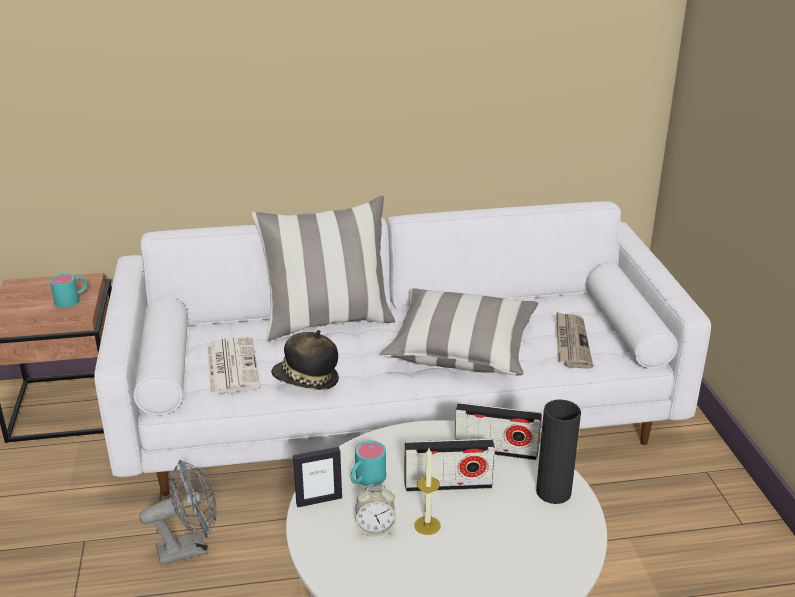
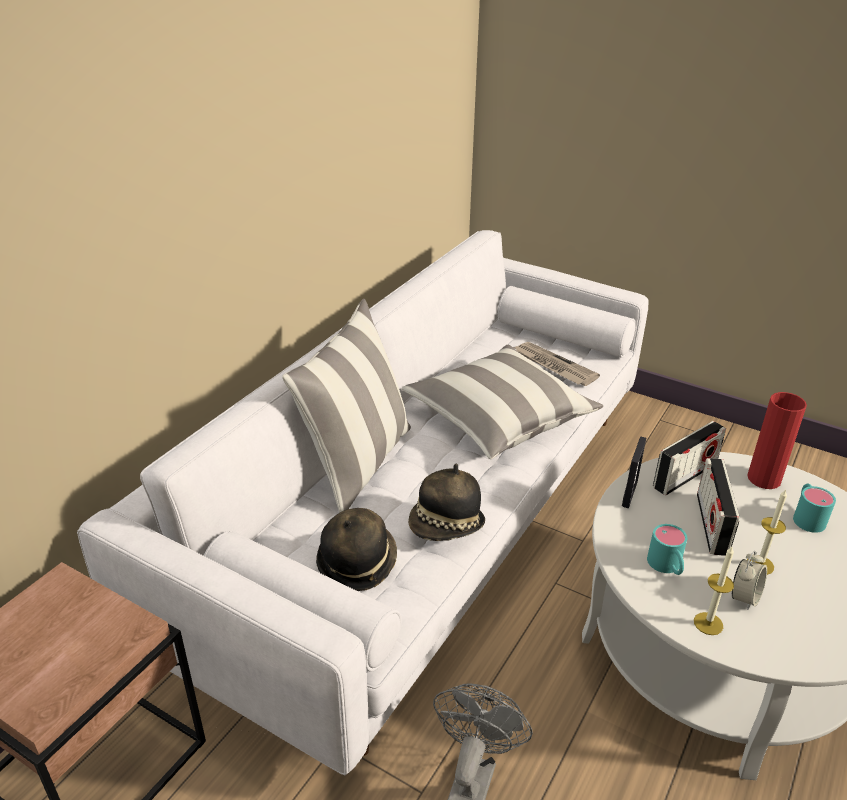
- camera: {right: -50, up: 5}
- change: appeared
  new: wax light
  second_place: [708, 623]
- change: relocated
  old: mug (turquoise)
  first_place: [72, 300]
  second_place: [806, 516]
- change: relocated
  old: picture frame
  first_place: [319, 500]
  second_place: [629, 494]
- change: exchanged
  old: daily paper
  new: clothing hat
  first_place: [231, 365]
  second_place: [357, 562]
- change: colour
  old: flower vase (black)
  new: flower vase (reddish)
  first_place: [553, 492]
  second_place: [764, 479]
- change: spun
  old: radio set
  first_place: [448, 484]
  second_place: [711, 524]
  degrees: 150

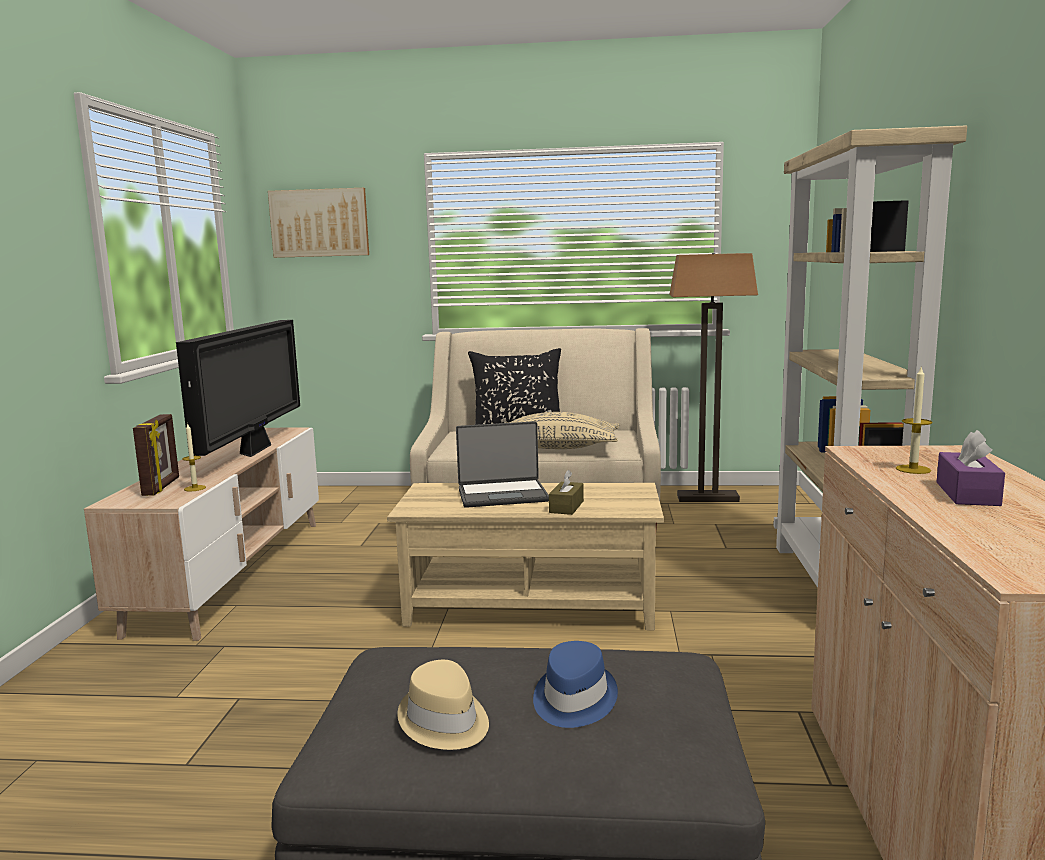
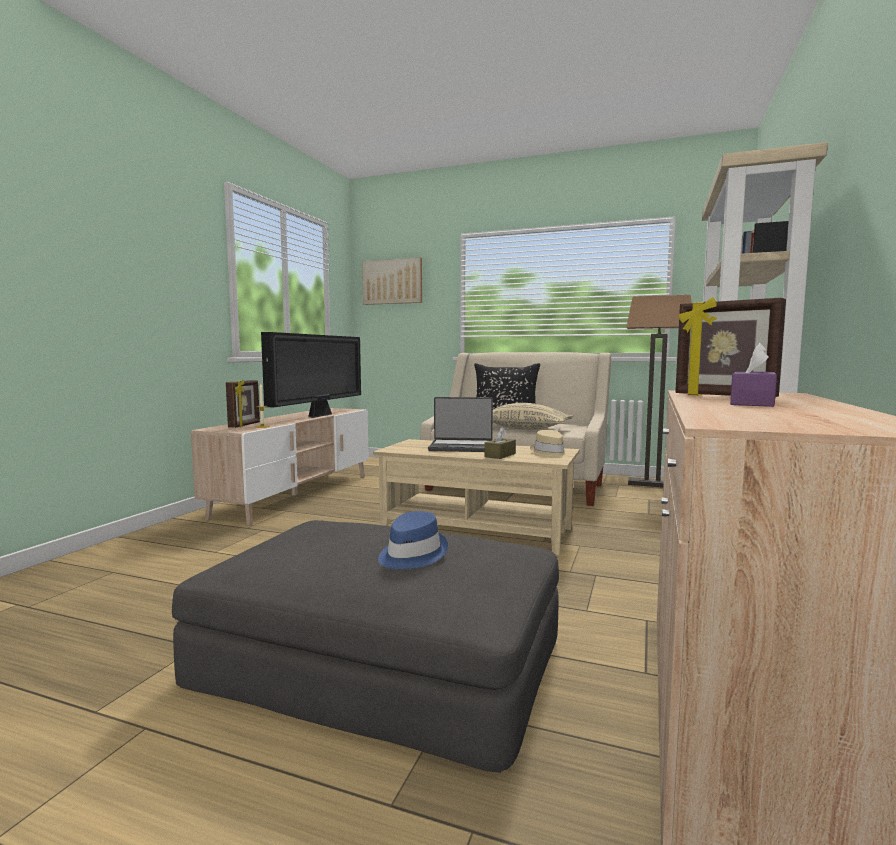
- camera: {right: 15, up: -5}
- change: relocated
  old: clothing hat (beige-coloured)
  first_place: [444, 722]
  second_place: [550, 453]
- change: exchanged
  old: wax light
  new: picture frame
  first_place: [913, 469]
  second_place: [723, 396]

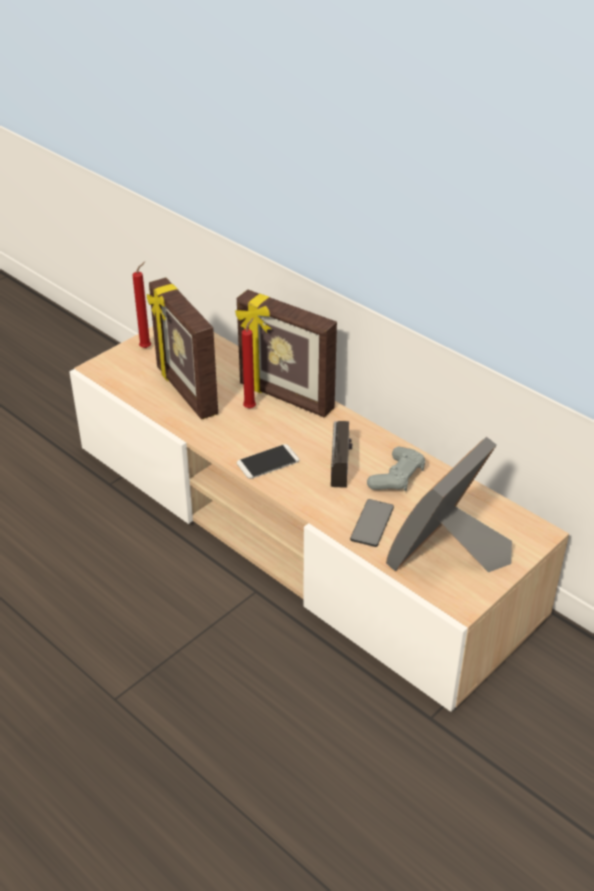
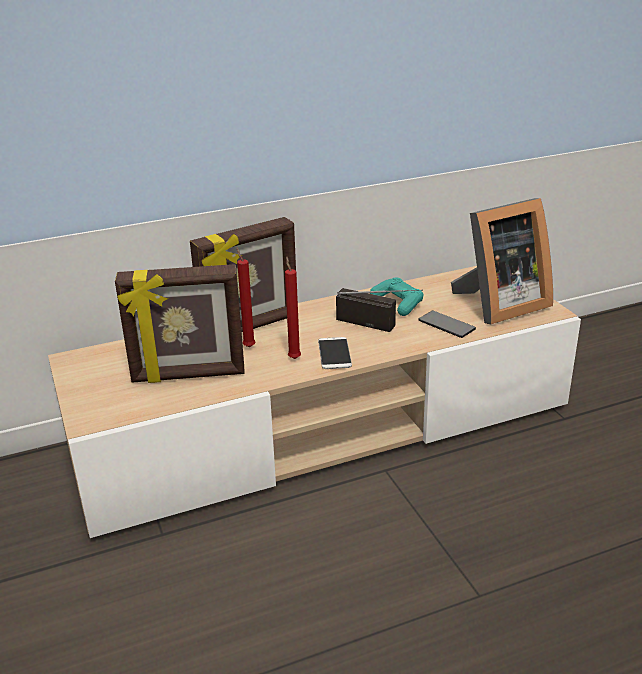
- camera: {right: -65, up: -10}
- change: relocated
  old: wax light (reddish)
  first_place: [147, 347]
  second_place: [294, 357]
- change: colour
  old: joypad (gray)
  new: joypad (turquoise)
  first_place: [397, 477]
  second_place: [398, 303]
- change: spun
  old: picture frame
  first_place: [447, 555]
  second_place: [498, 305]
  degrees: -90

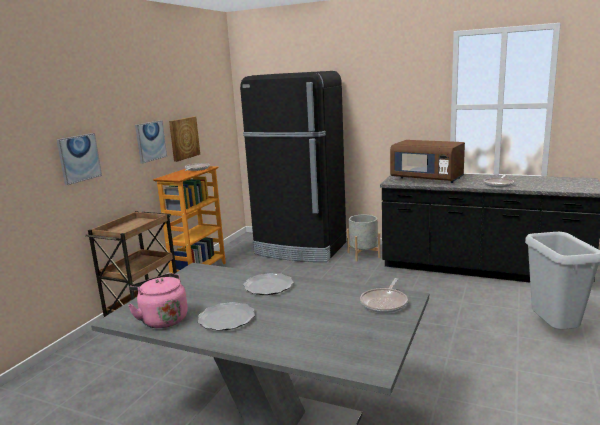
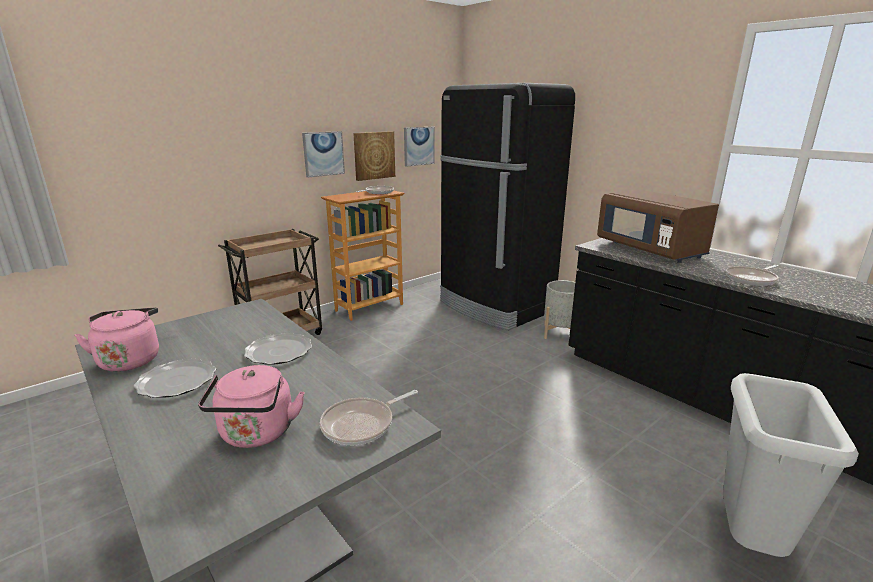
- camera: {right: 25, up: 5}
- change: appeared
  new: kettle (pink-coloured)
  second_place: [257, 434]
- change: relocated
  old: picture
  first_place: [79, 158]
  second_place: [418, 146]

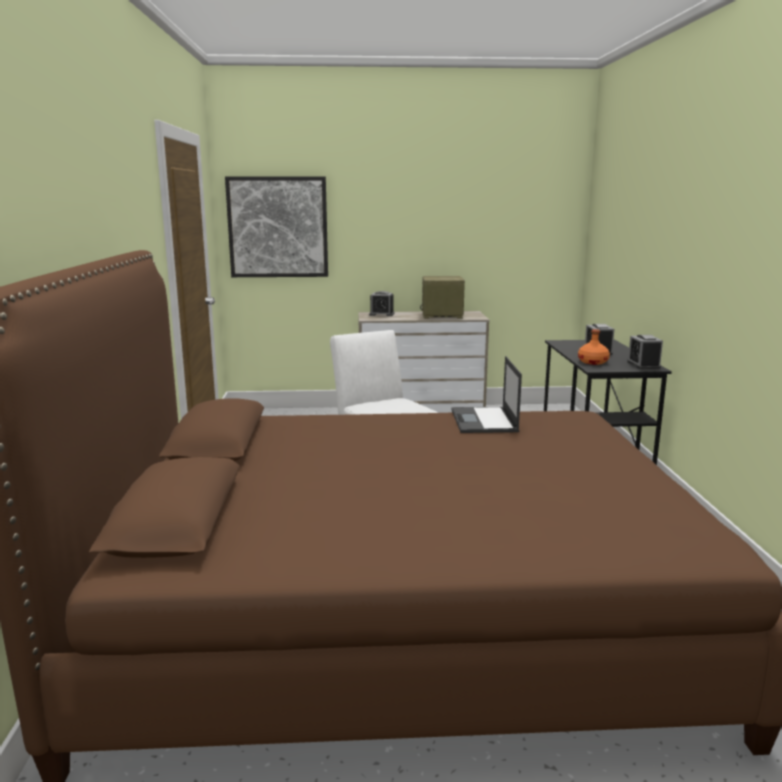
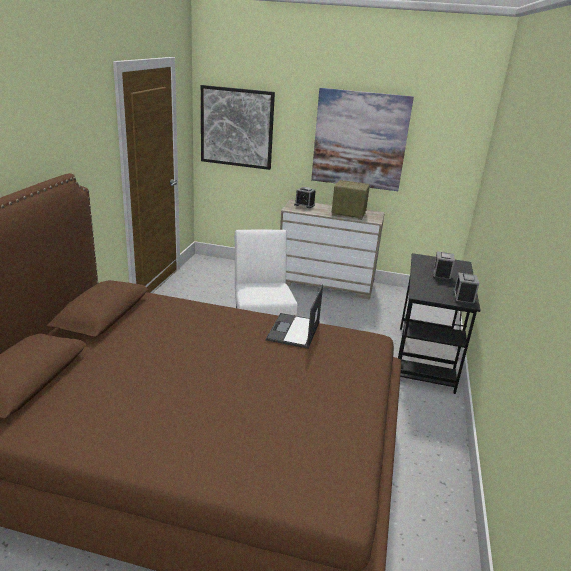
- camera: {right: 15, up: 10}
- change: missing
  old: bottle (orange)
  first_place: [593, 362]
- change: appeared
  new: picture
  second_place: [360, 140]

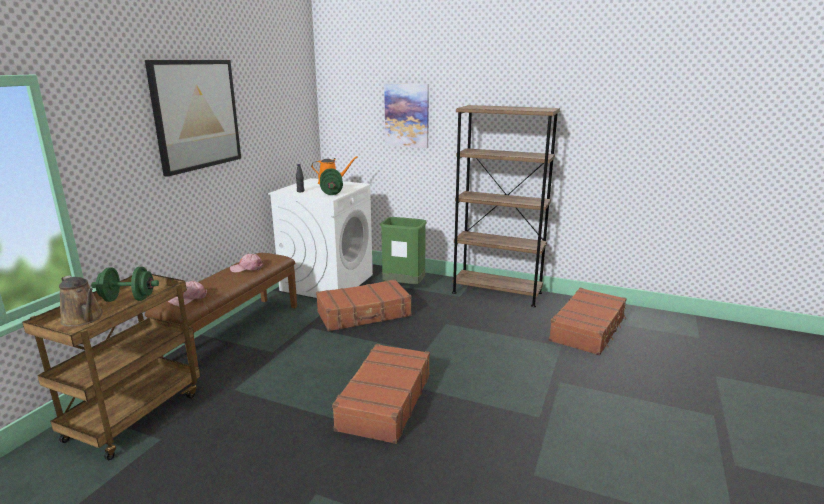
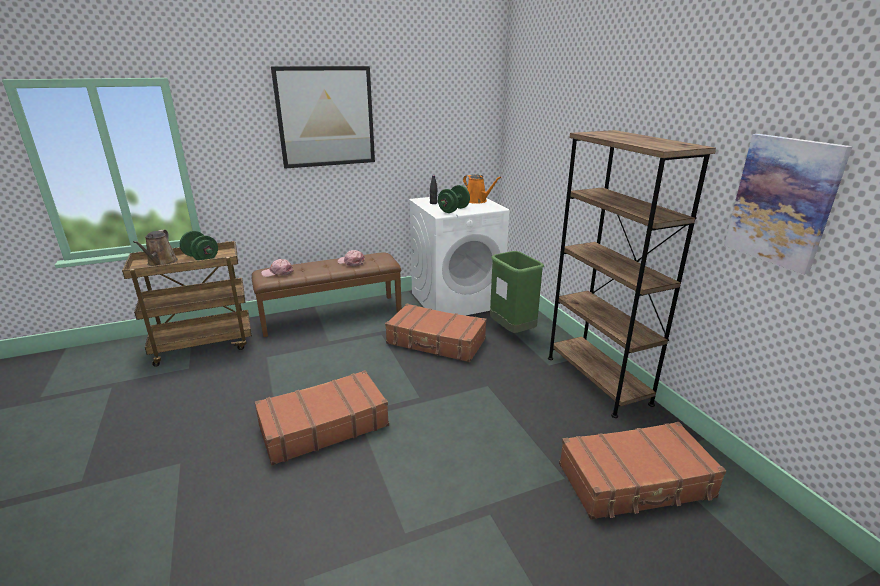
- camera: {right: 45, up: 5}
- change: relocated
  old: picture
  first_place: [407, 115]
  second_place: [782, 201]

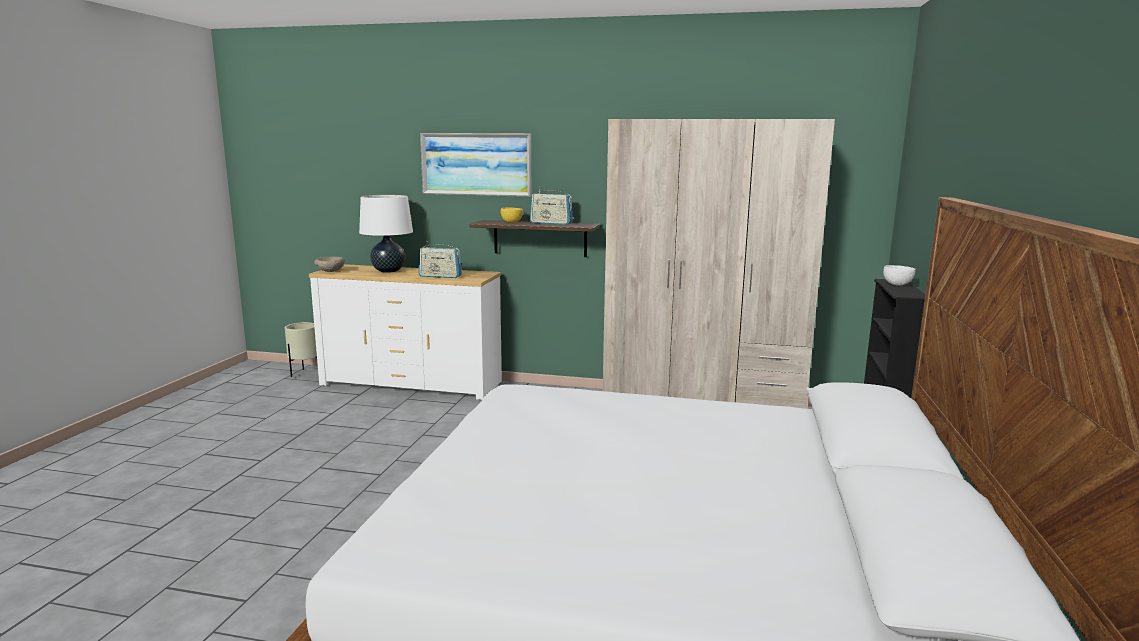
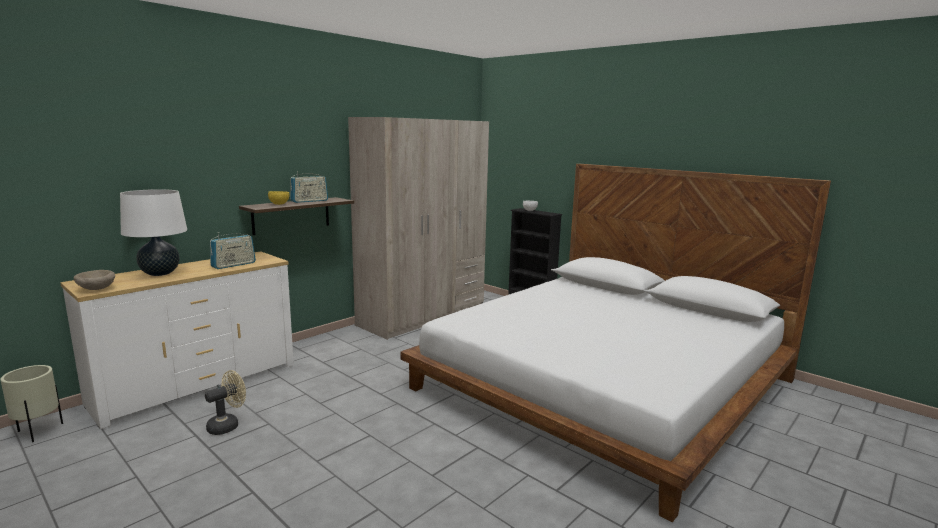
- camera: {right: -60, up: 0}
- change: missing
  old: picture
  first_place: [476, 164]
- change: appeared
  new: electric fan (beige-coloured)
  second_place: [228, 425]

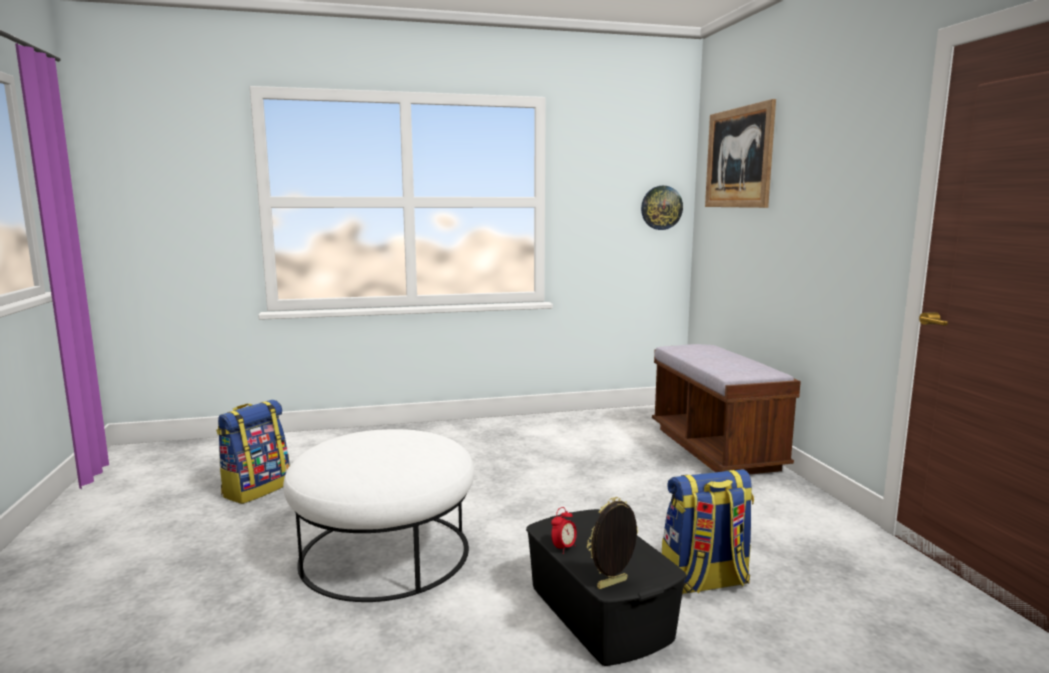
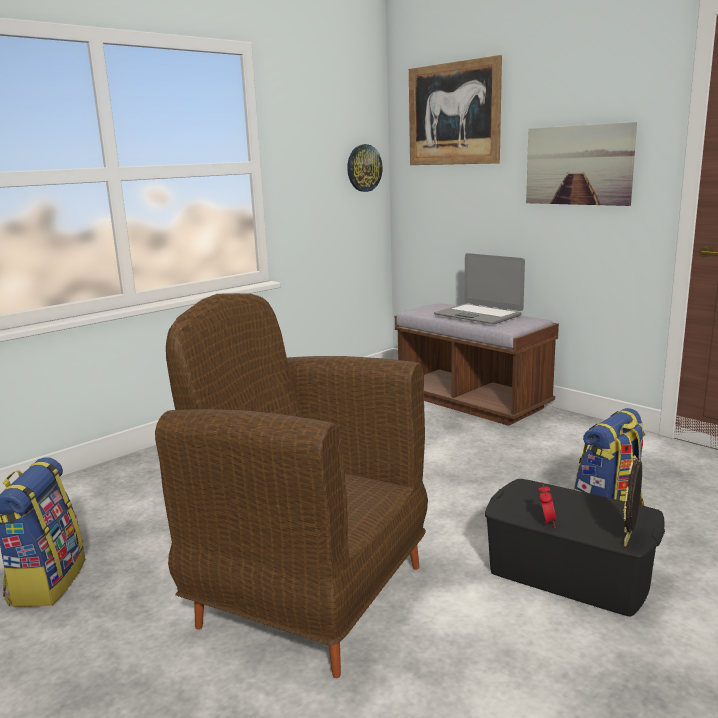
- camera: {right: -30, up: 5}
- change: appeared
  new: portable computer
  second_place: [478, 315]
- change: appeared
  new: picture
  second_place: [578, 165]
- change: exchanged
  old: pouffe (whitish)
  new: easy chair (brown)
  first_place: [385, 552]
  second_place: [309, 595]

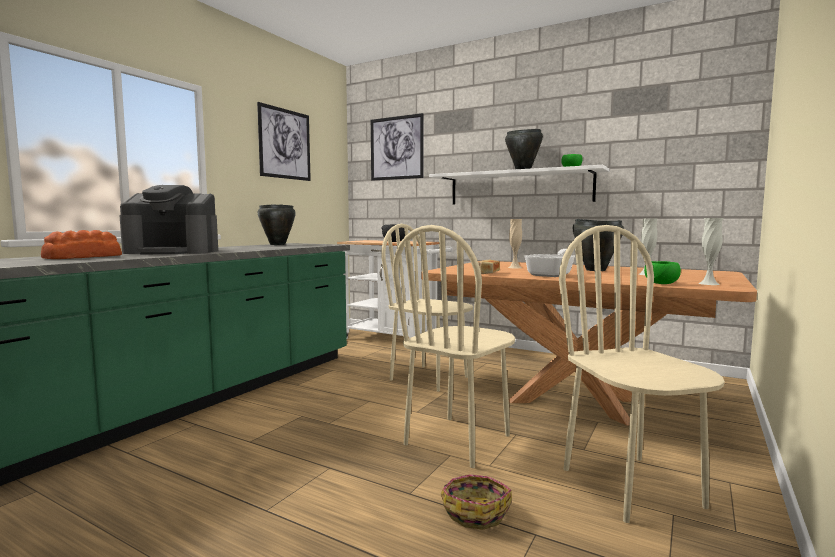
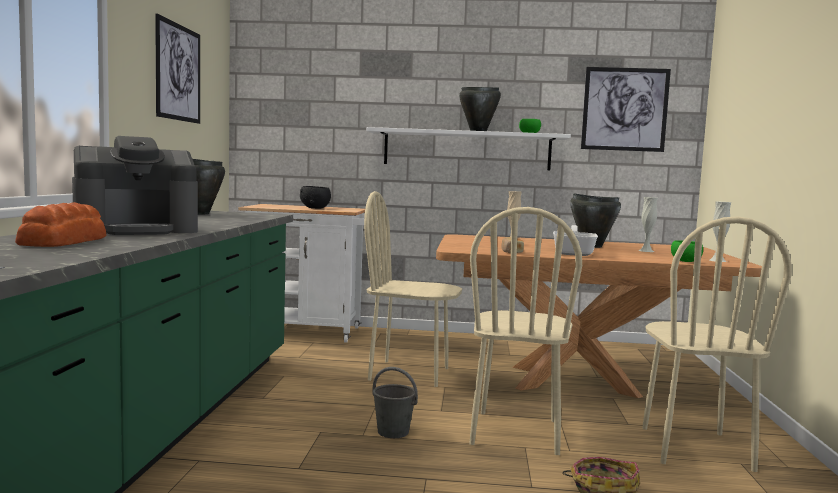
- camera: {right: -25, up: 0}
- change: appeared
  new: water bucket (gray)
  second_place: [393, 432]
- change: relocated
  old: picture
  first_place: [396, 148]
  second_place: [624, 109]
- change: spun
  old: upright chair (beige-coloured)
  first_place: [632, 487]
  second_place: [694, 448]
  degrees: -135

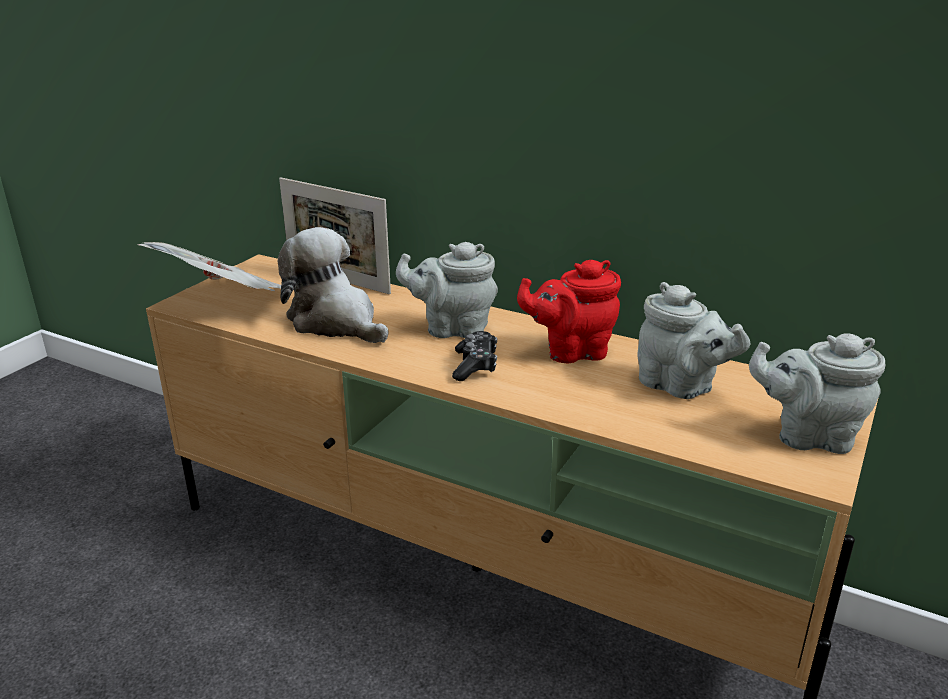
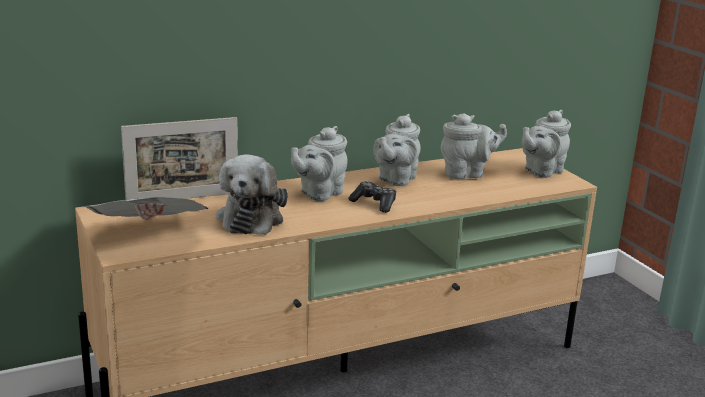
- camera: {right: -55, up: -5}
- change: colour
  old: teapot (reddish)
  new: teapot (gray)
  first_place: [571, 351]
  second_place: [395, 180]
- change: spun
  old: cuddly toy
  first_place: [336, 322]
  second_place: [251, 217]
  degrees: -75

